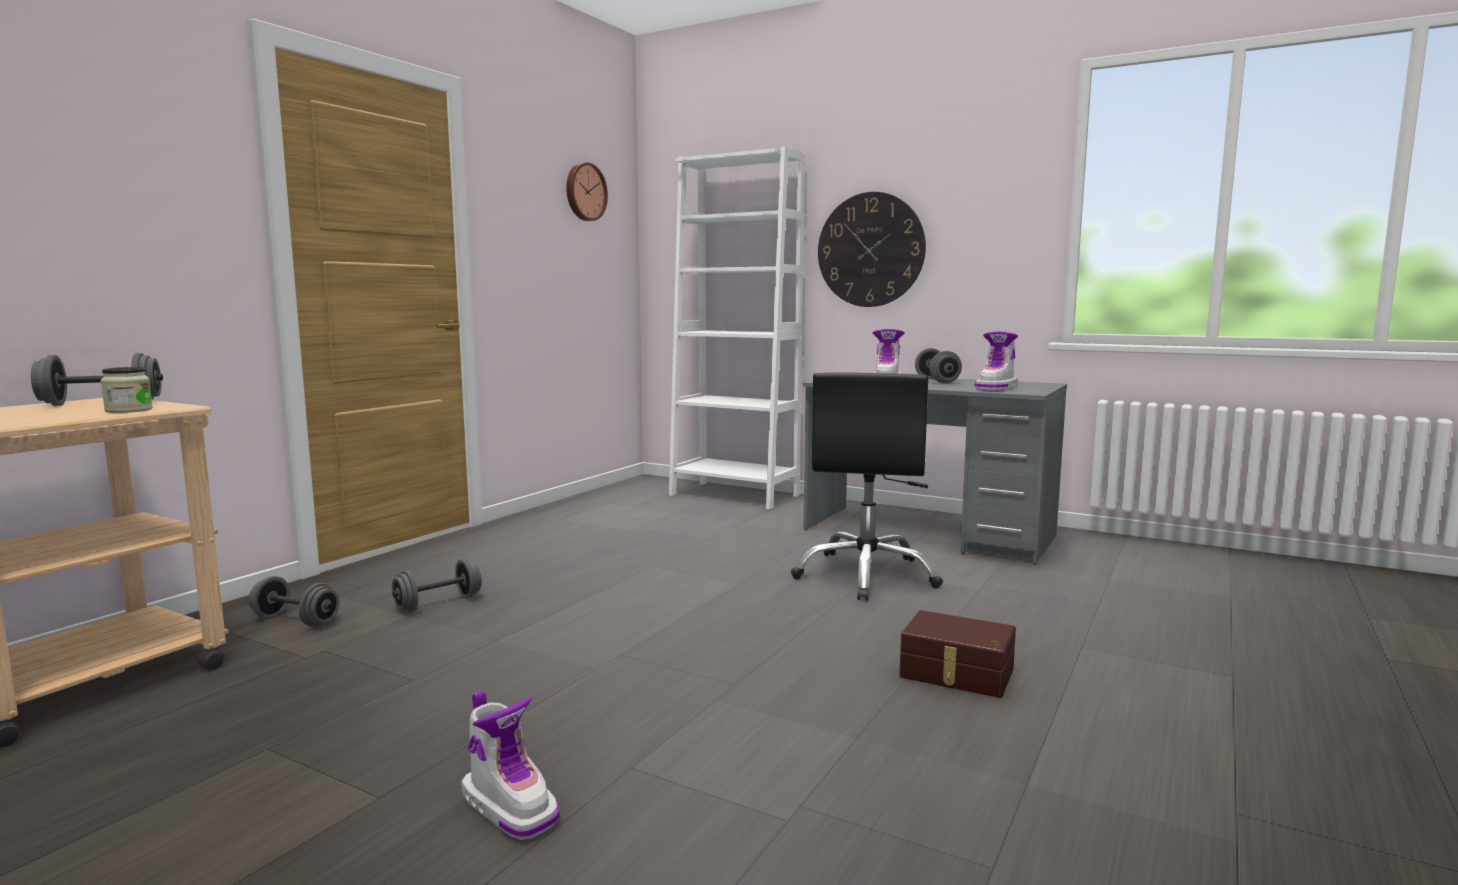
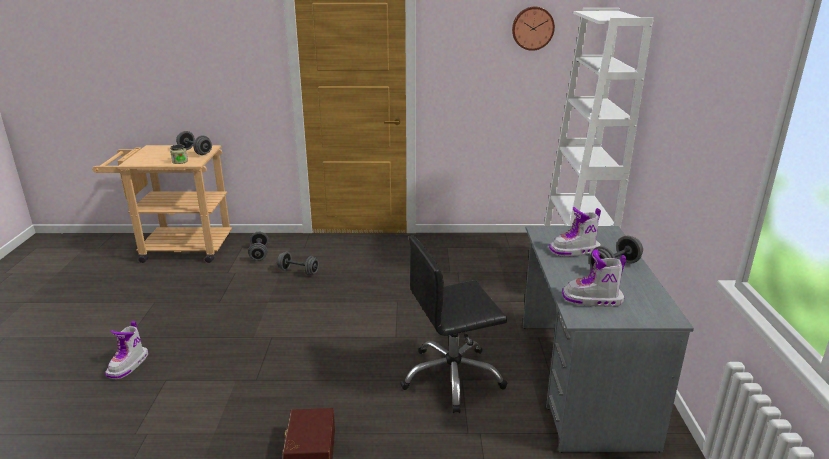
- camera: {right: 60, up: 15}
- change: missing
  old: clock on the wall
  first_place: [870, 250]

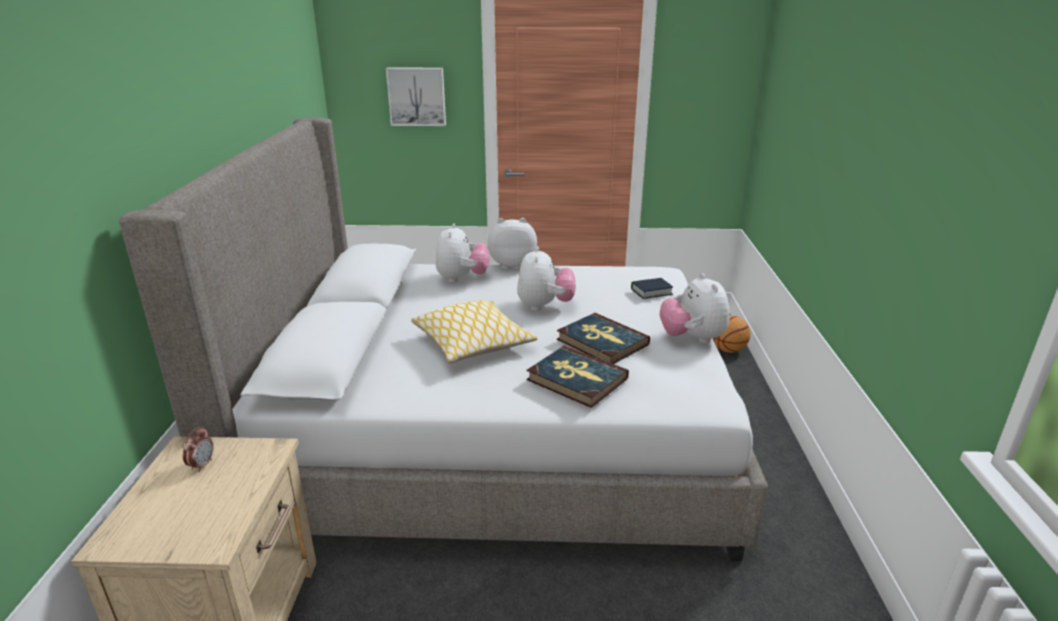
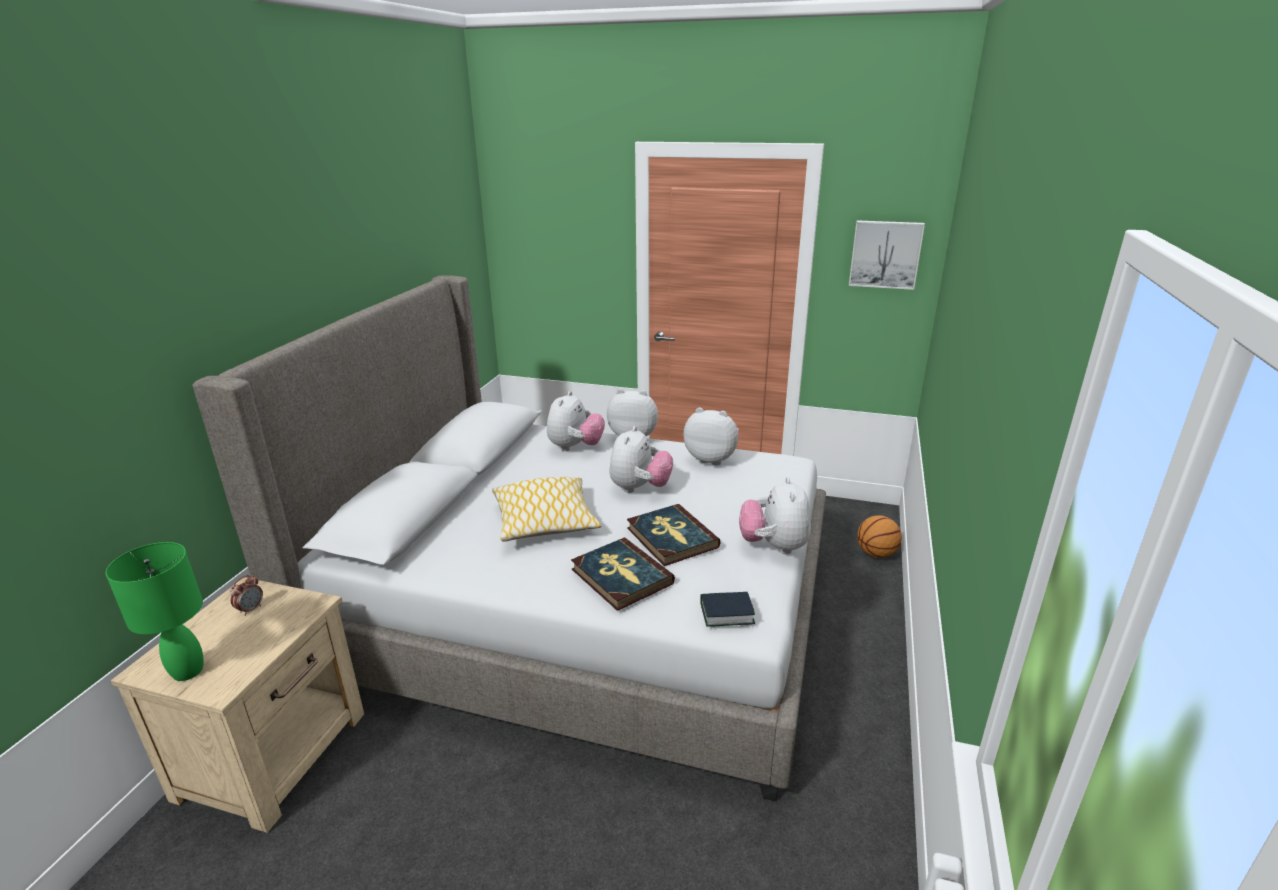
- camera: {right: 15, up: 0}
- change: appeared
  new: table lamp (green)
  second_place: [189, 671]
- change: appeared
  new: cuddly toy
  second_place: [711, 458]
- change: relocated
  old: picture
  first_place: [417, 96]
  second_place: [885, 254]
- change: relocated
  old: book
  first_place: [651, 292]
  second_place: [726, 613]

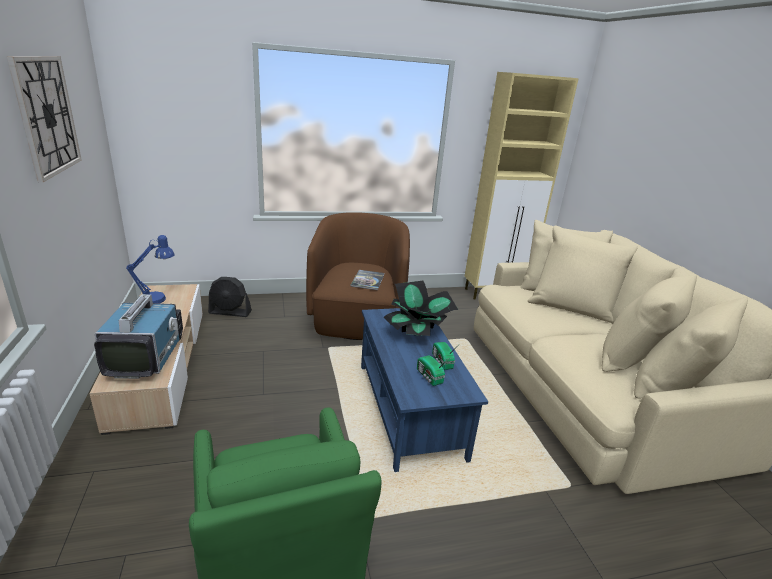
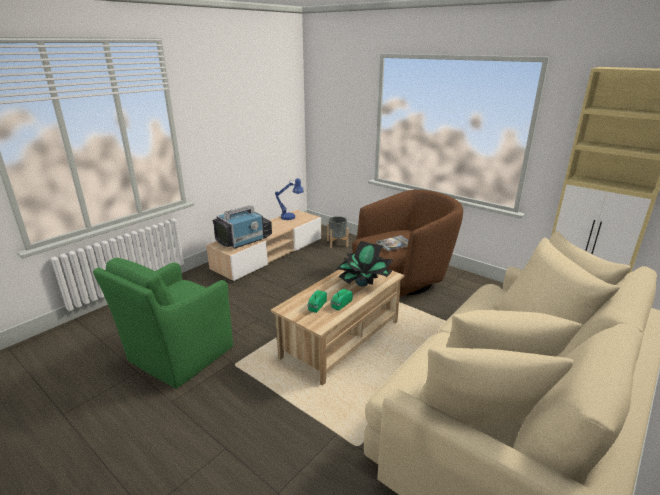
- camera: {right: 55, up: 0}
- change: missing
  old: clock on the wall
  first_place: [47, 115]
- change: exchanged
  old: electric fan (black)
  new: plant pot (gray)
  first_place: [230, 312]
  second_place: [337, 243]
- change: colour
  old: coffee table (blue-coloured)
  new: coffee table (beige-coloured)
  first_place: [409, 409]
  second_place: [341, 340]

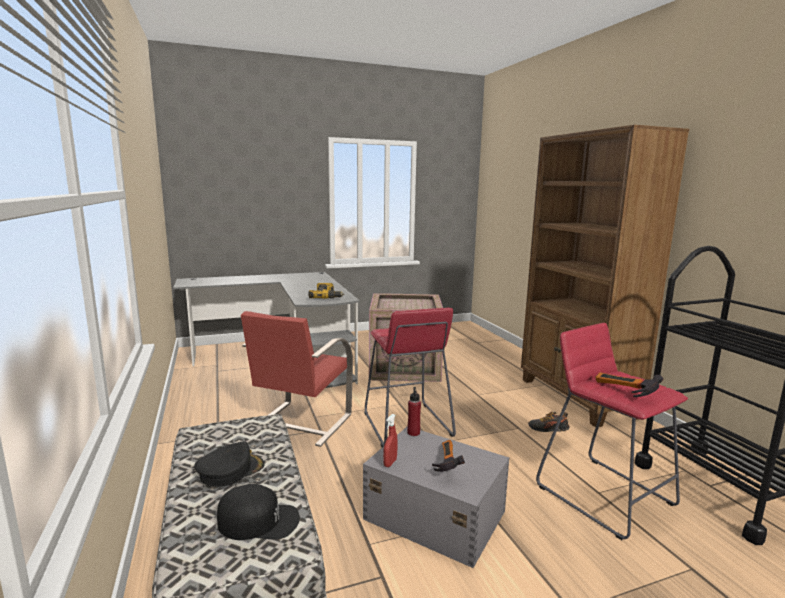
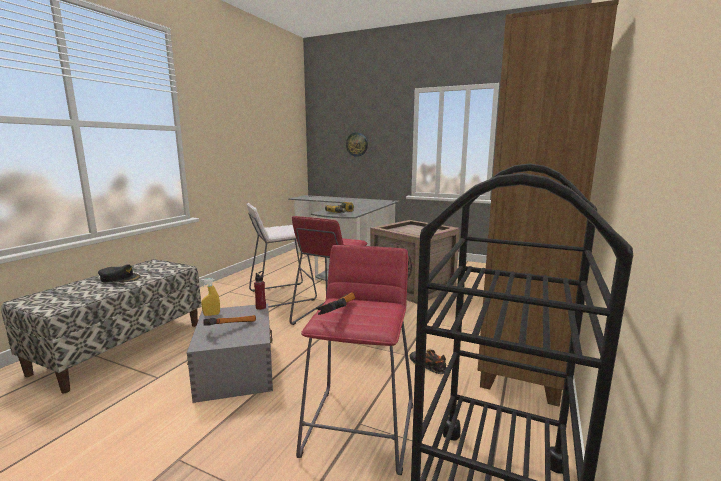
- camera: {right: 45, up: 0}
- change: missing
  old: baseball cap (black)
  first_place: [259, 520]
- change: appeared
  new: clock on the wall
  second_place: [357, 144]
- change: exchanged
  old: upright chair (reddish)
  new: stool seat (whitish)
  first_place: [300, 423]
  second_place: [282, 295]
- change: colour
  old: hand sprayer (reddish)
  new: hand sprayer (yellow-coloured)
  first_place: [390, 463]
  second_place: [211, 314]

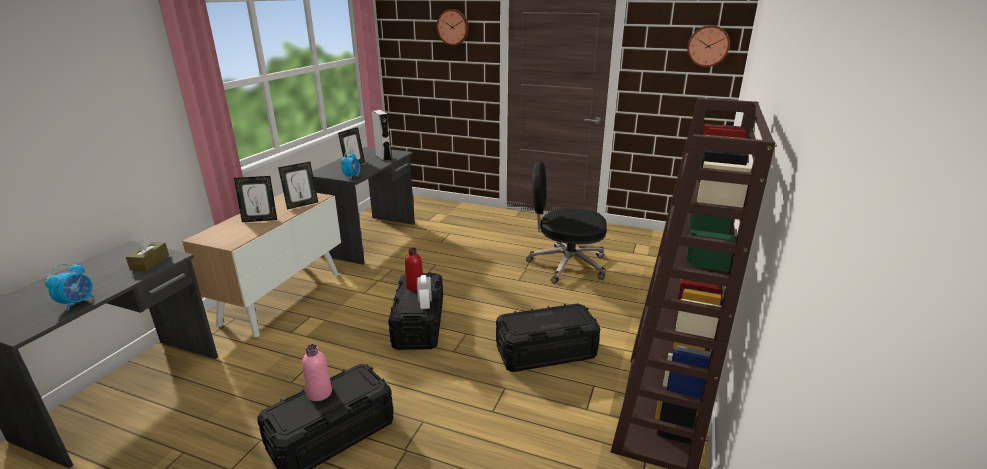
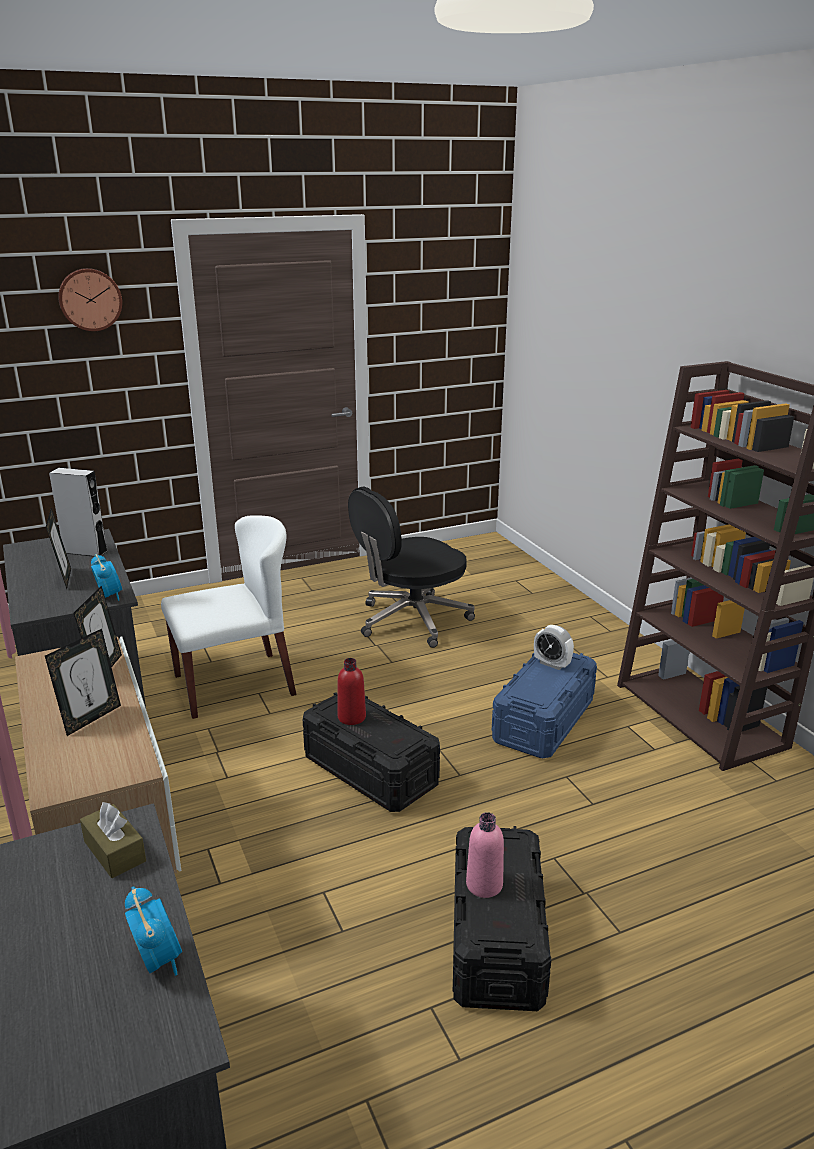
- camera: {right: -45, up: 0}
- change: missing
  old: clock on the wall
  first_place: [708, 46]
- change: appeared
  new: upright chair (whitish)
  second_place: [235, 684]
- change: relocated
  old: bedside clock
  first_place: [425, 304]
  second_place: [552, 664]
- change: colour
  old: storage box (black)
  new: storage box (blue-coloured)
  first_place: [546, 352]
  second_place: [544, 721]

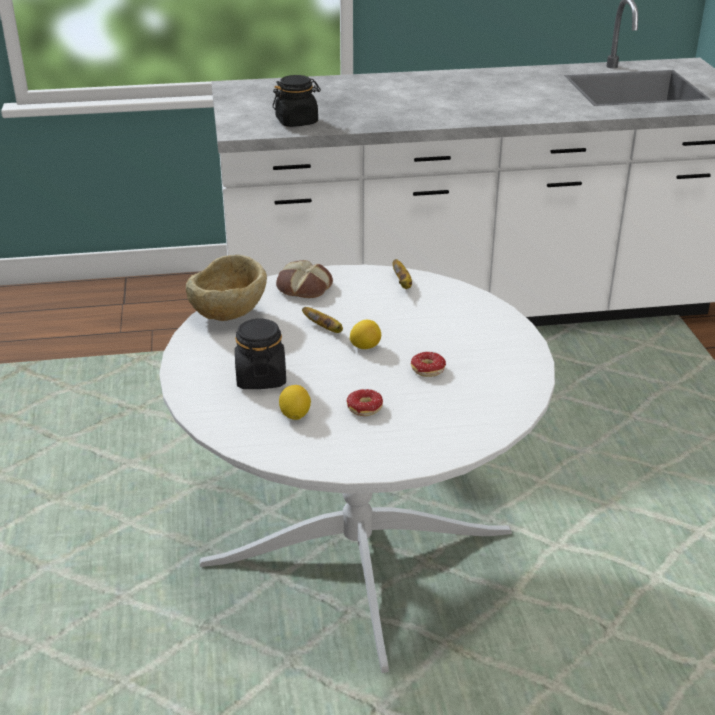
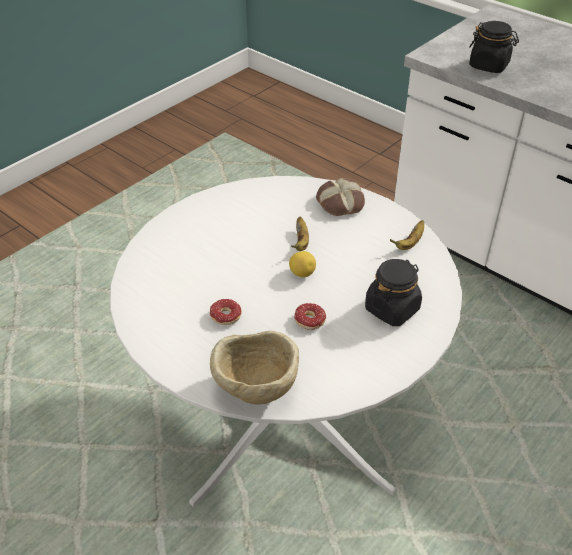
- camera: {right: 50, up: 10}
- change: missing
  old: whole lemon
  first_place: [295, 415]
- change: relocated
  old: serving bowl (beige-coloured)
  first_place: [229, 316]
  second_place: [256, 390]
- change: relocated
  old: storage jar (black)
  first_place: [261, 377]
  second_place: [392, 309]

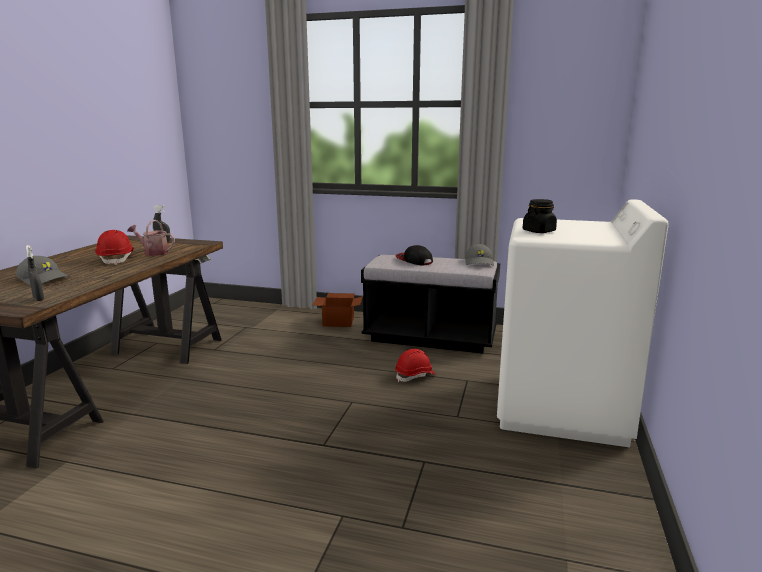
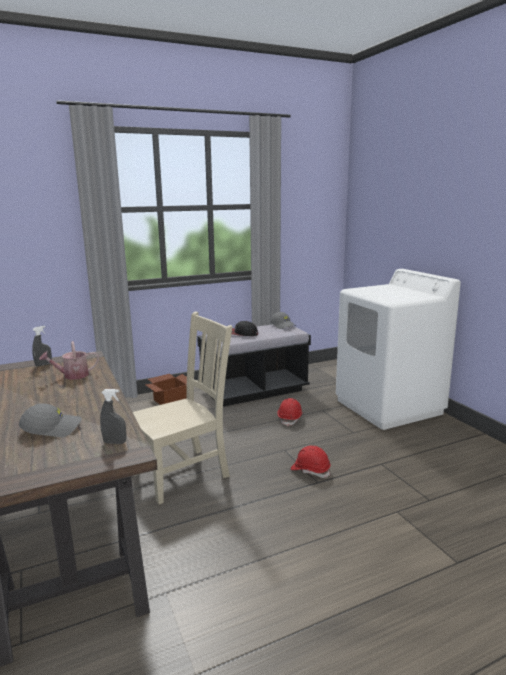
- camera: {right: -40, up: 0}
- change: missing
  old: storage jar (black)
  first_place: [539, 231]
- change: appeared
  new: upright chair (beige-coloured)
  second_place: [184, 473]
- change: relocated
  old: hard hat (reddish)
  first_place: [116, 259]
  second_place: [310, 470]

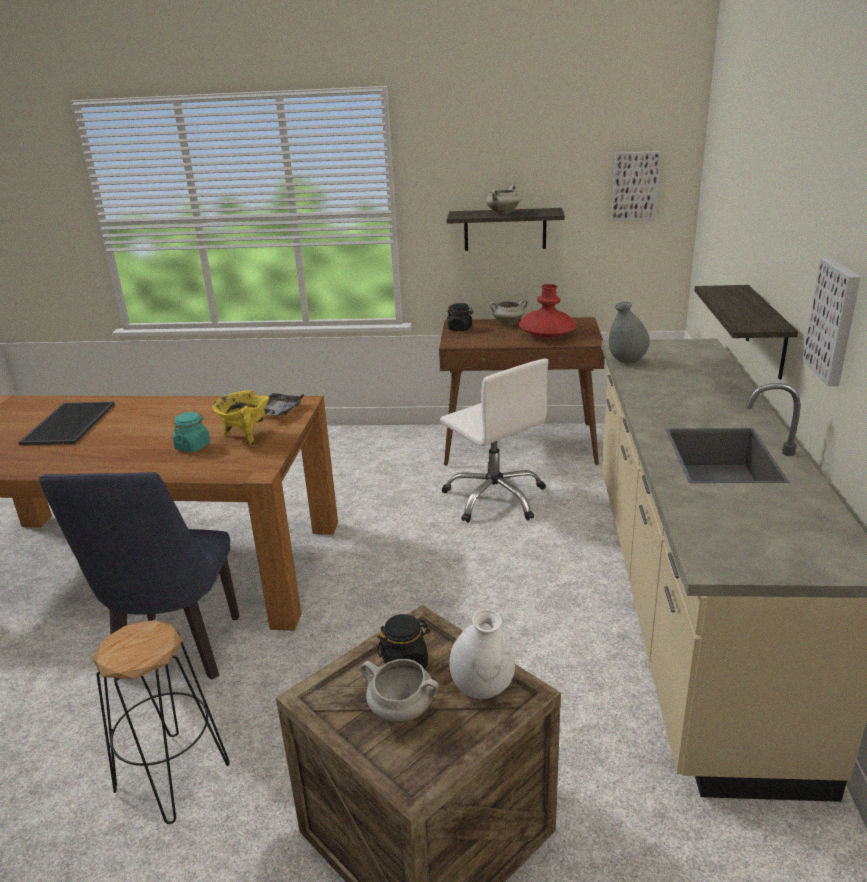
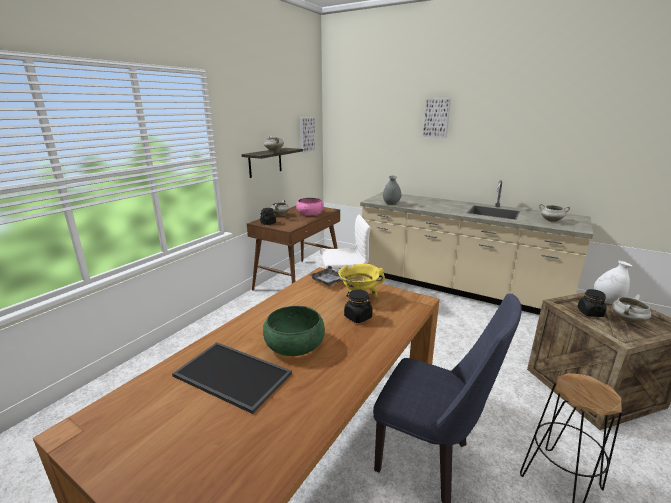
- camera: {right: -65, up: -5}
- change: missing
  old: bracket shelf
  first_place: [767, 332]
- change: appeared
  new: serving bowl (green)
  second_place: [294, 344]
- change: appeared
  new: cooking pot (whitish)
  second_place: [551, 221]
- change: relocated
  old: picture
  first_place: [835, 321]
  second_place: [436, 118]
- change: exchanged
  old: flower vase (reddish)
  new: serving bowl (pink-coloured)
  first_place: [547, 335]
  second_place: [310, 213]
- change: colour
  old: storage jar (turquoise)
  new: storage jar (black)
  first_place: [193, 446]
  second_place: [357, 317]

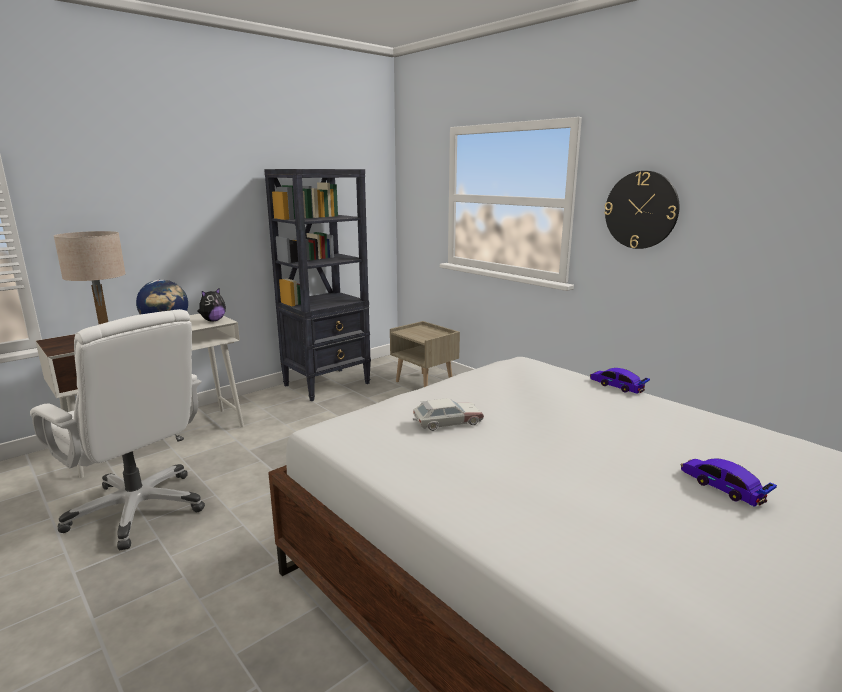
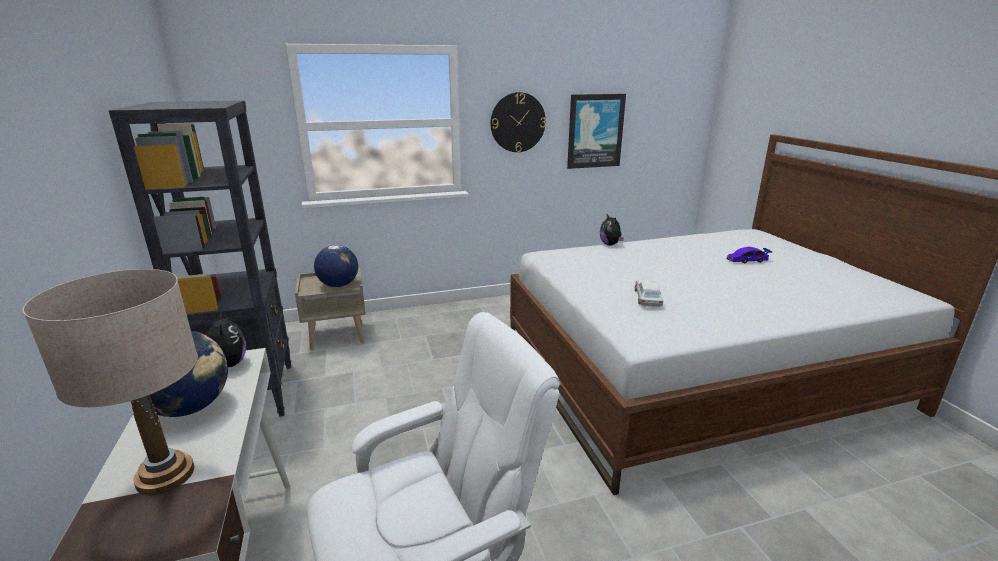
- camera: {right: -65, up: 5}
- change: appeared
  new: world globe
  second_place: [338, 285]
- change: appeared
  new: picture
  second_place: [595, 131]
- change: exchanged
  old: model car
  new: cuddly toy
  first_place: [617, 386]
  second_place: [610, 244]

